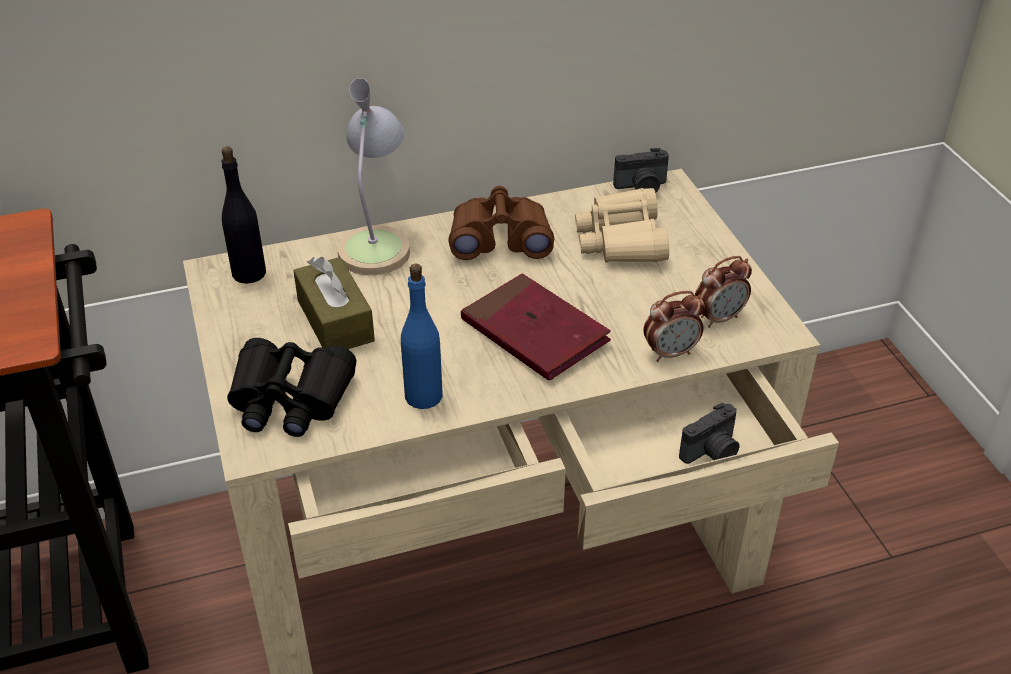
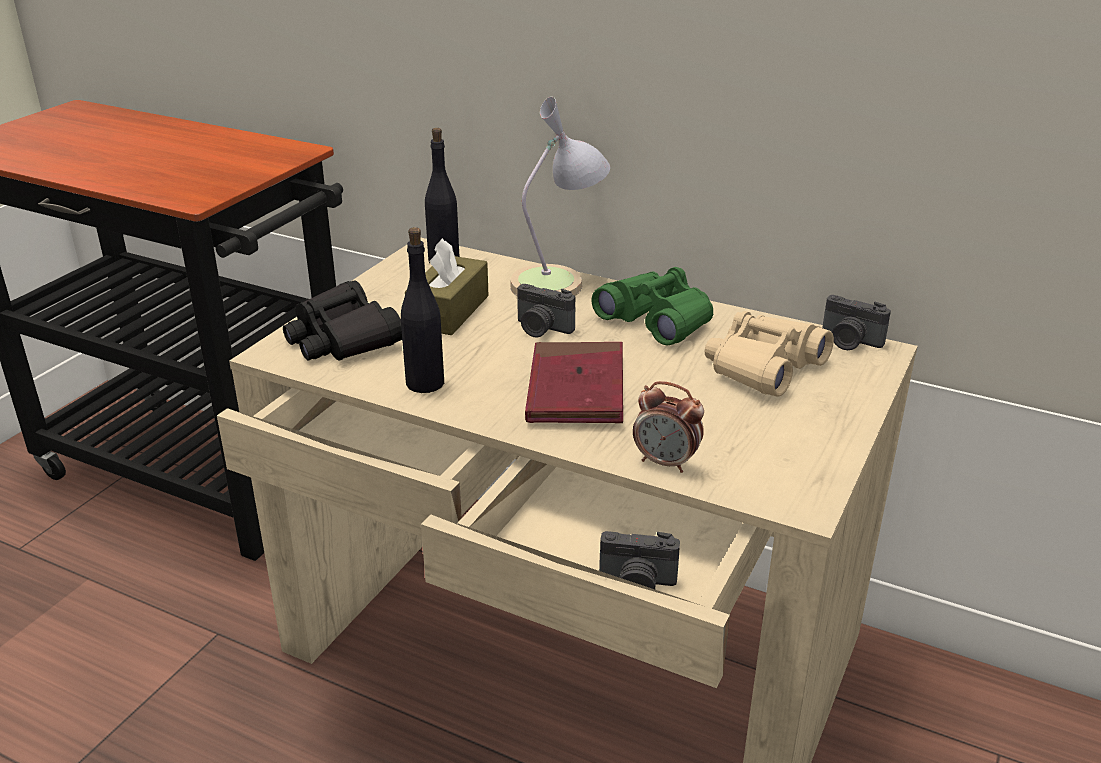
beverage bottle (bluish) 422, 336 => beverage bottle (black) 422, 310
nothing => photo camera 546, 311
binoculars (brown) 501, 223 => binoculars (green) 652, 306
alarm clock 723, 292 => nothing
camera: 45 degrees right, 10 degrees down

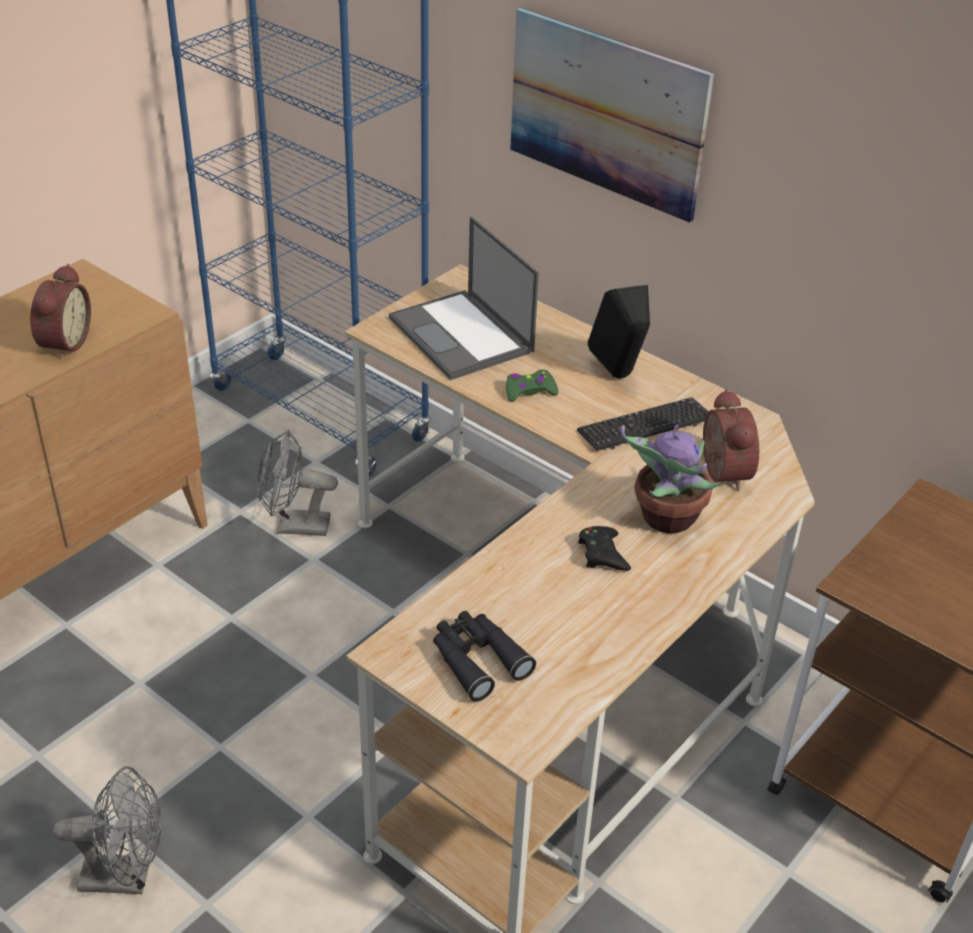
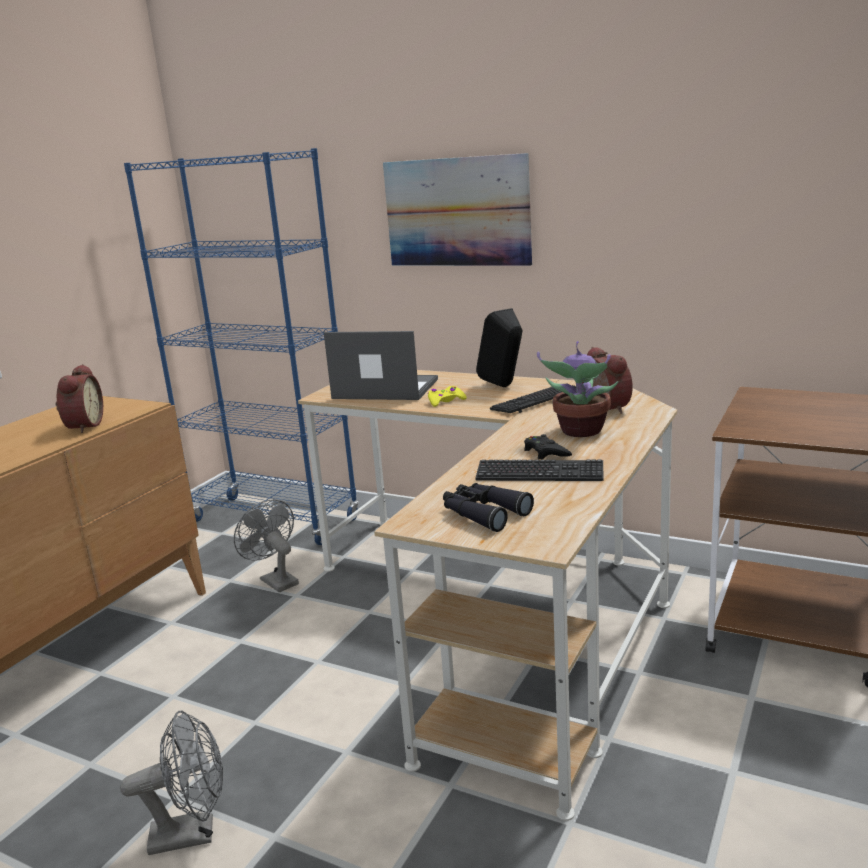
fan (greyish) 297, 483 => fan (greyish) 266, 546, 60 degrees clockwise
laptop 464, 298 => laptop 381, 365, 150 degrees clockwise
game controller (green) 532, 386 => game controller (yellowish) 447, 396
nothing => PC keyboard 539, 470
camera: 10 degrees left, 20 degrees down

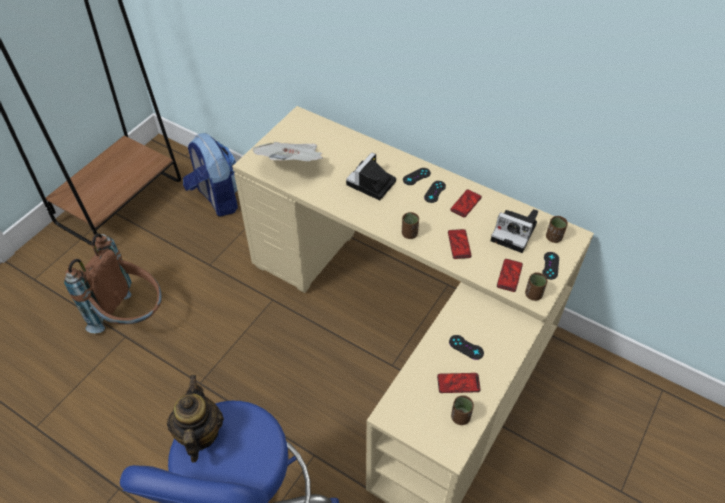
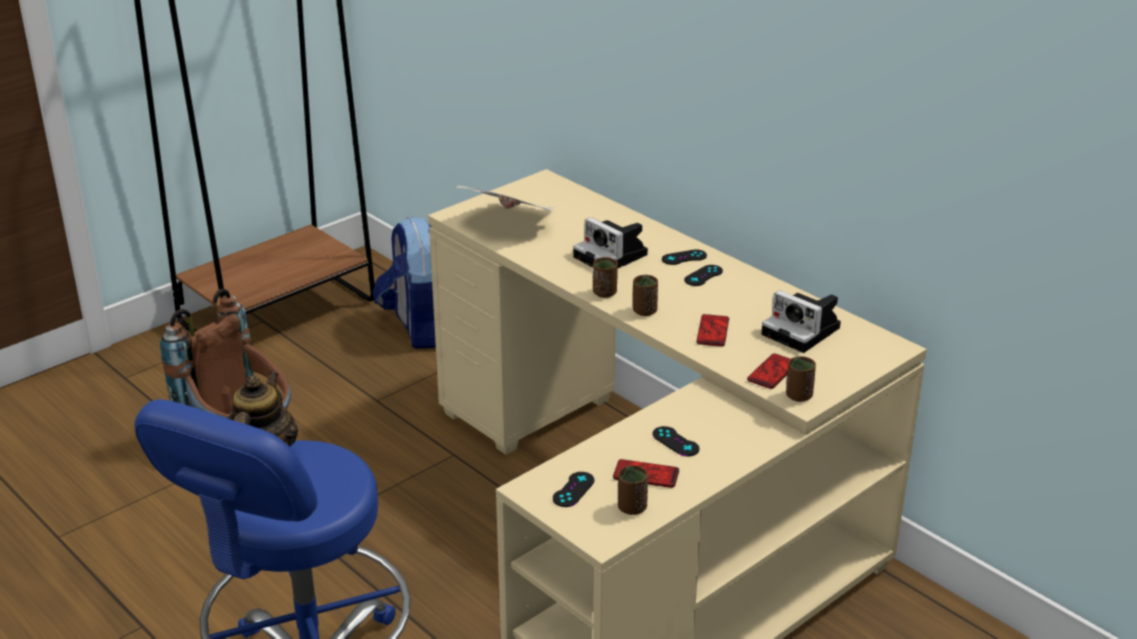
game controller (black) 550, 266 => game controller (black) 573, 489, relocated
photo camera 371, 176 => photo camera 610, 242, 90 degrees counterclockwise
cup (brown) 557, 229 => cup (brown) 605, 277, relocated
phone 466, 203 => nothing
camera: 15 degrees right, 20 degrees down

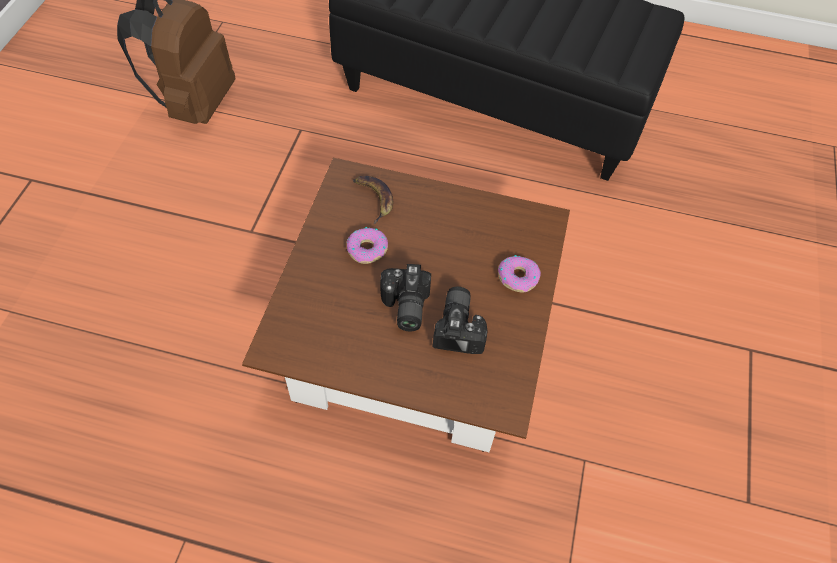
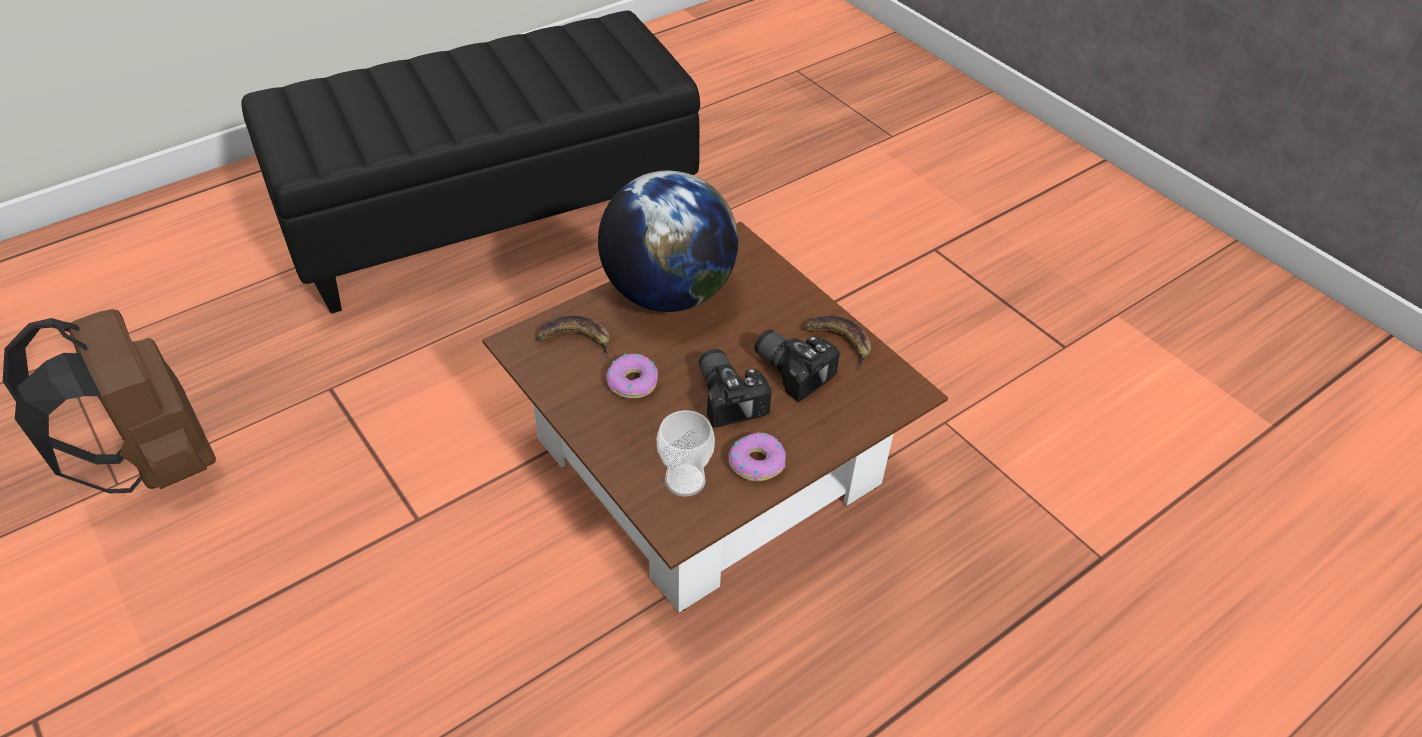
nothing => desk globe 668, 241
nothing => cup 686, 453
photo camera 405, 297 => photo camera 735, 388, 150 degrees counterclockwise
ring doughnut 519, 274 => ring doughnut 757, 457, relocated
nothing => banana fruit 837, 342
camera: 50 degrees left, 10 degrees down

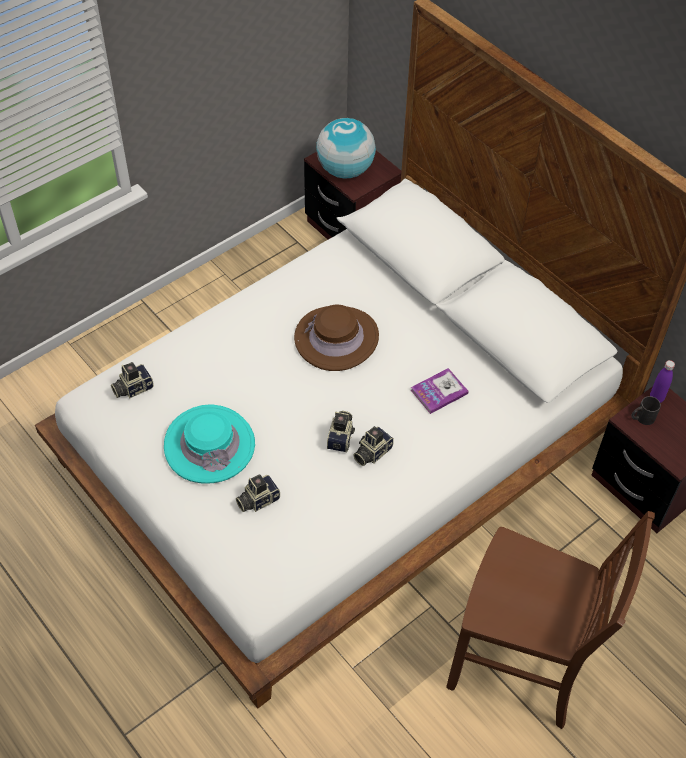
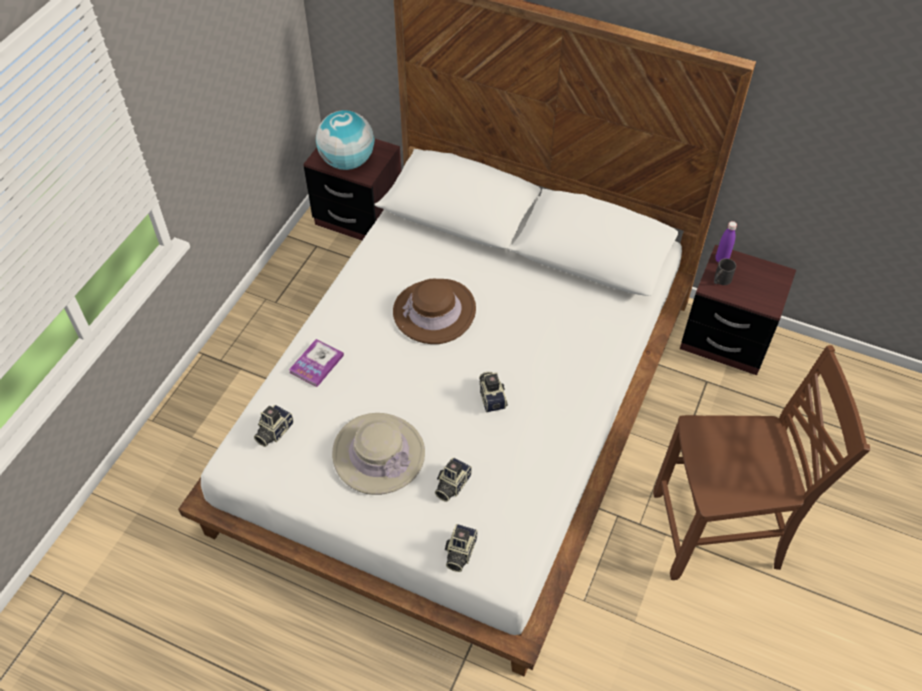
volume 440, 391 => volume 316, 363, relocated
hat (blue-green) 209, 444 => hat (sand-coloured) 378, 454
photo camera 373, 446 => photo camera 461, 548, relocated
camera: 25 degrees left, 0 degrees up

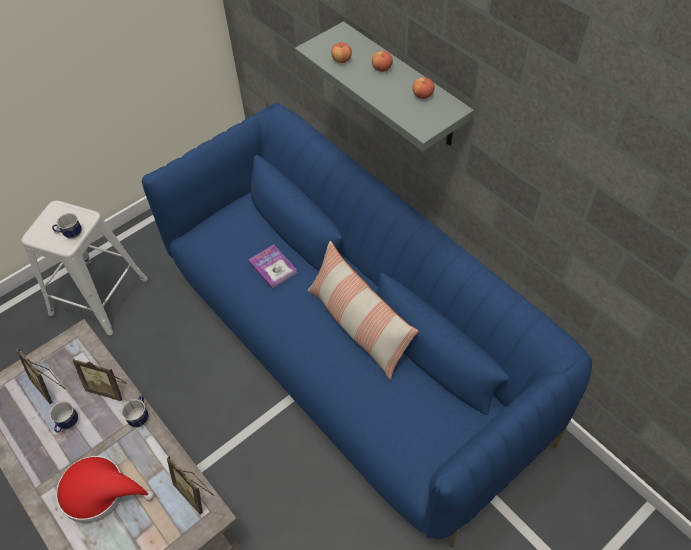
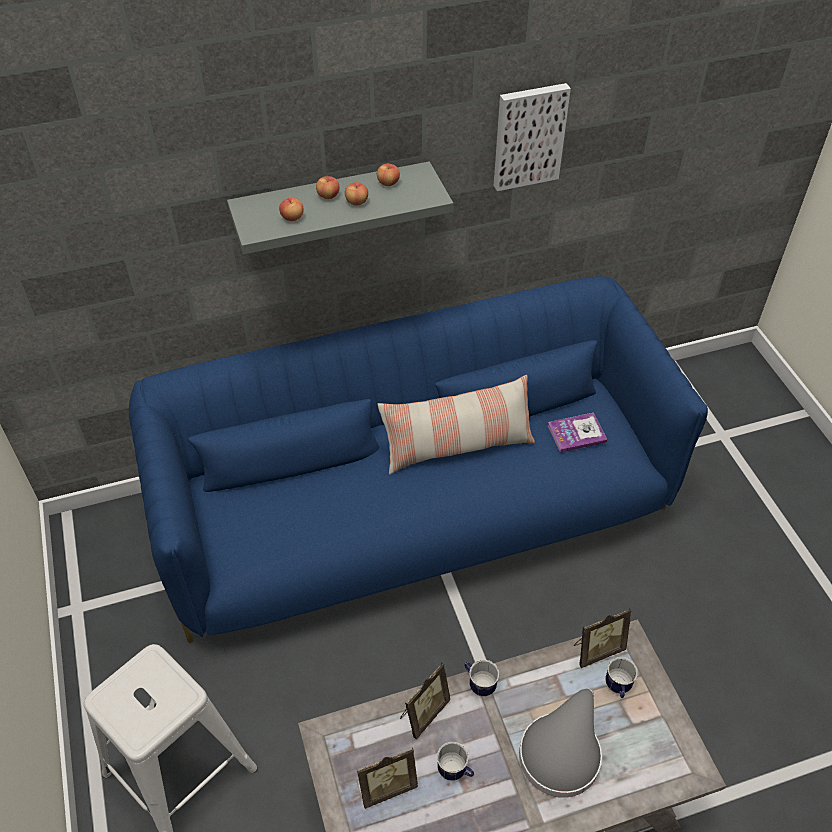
nothing => apple 356, 194
nothing => wall art 532, 137
hat (red) 105, 489 => hat (greyish) 560, 743
volume 272, 266 => volume 577, 433, relocated
mug 67, 226 => mug 621, 677, relocated
camera: 70 degrees left, 5 degrees down

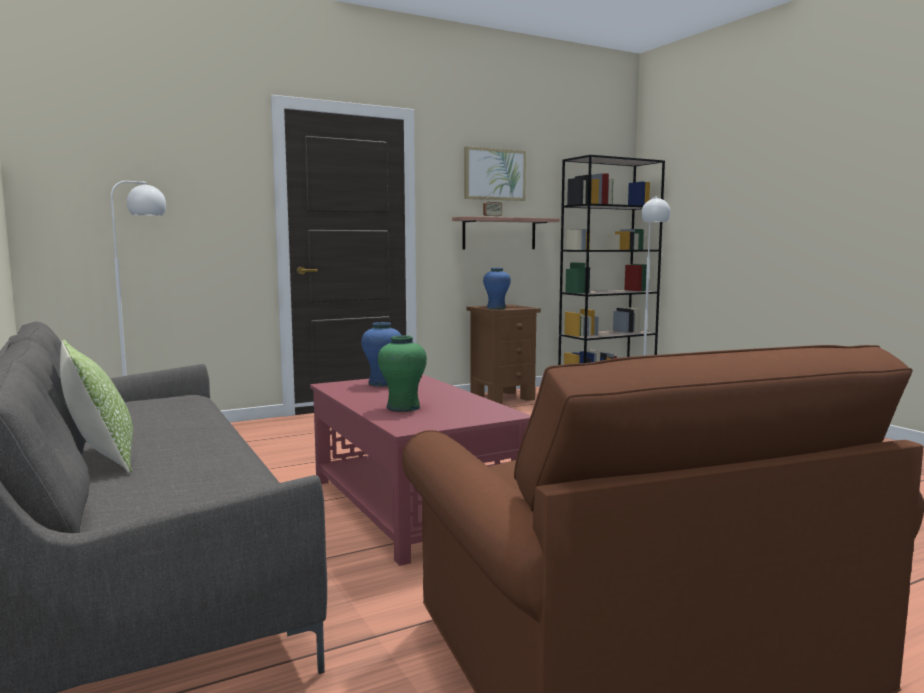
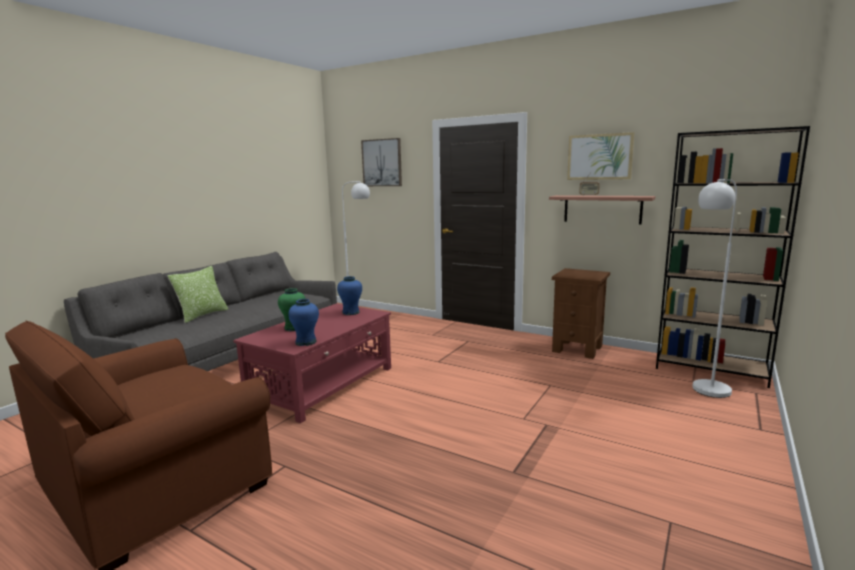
decorative vase (bluish) 497, 288 => decorative vase (bluish) 304, 322, relocated
nothing => wall art 381, 162
camera: 60 degrees right, 5 degrees up

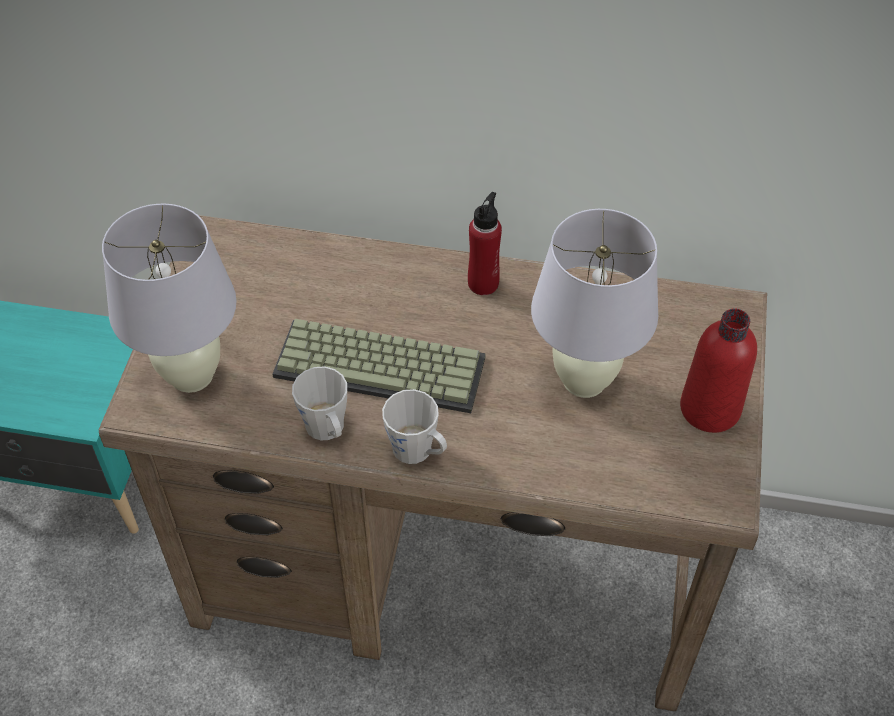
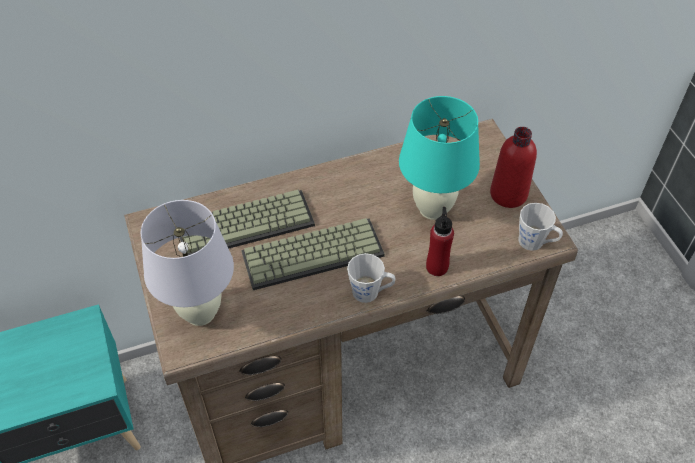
nothing => PC keyboard 247, 222
lamp for a table (white) 594, 303 => lamp for a table (blue-green) 439, 158
beverage bottle (red) 485, 243 => beverage bottle (red) 440, 241, relocated
mug (greyish) 319, 403 => mug (greyish) 540, 227, relocated
camera: 30 degrees left, 0 degrees up

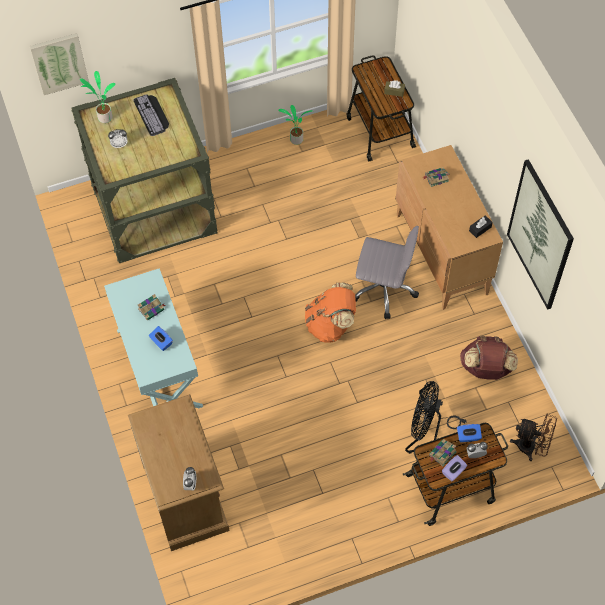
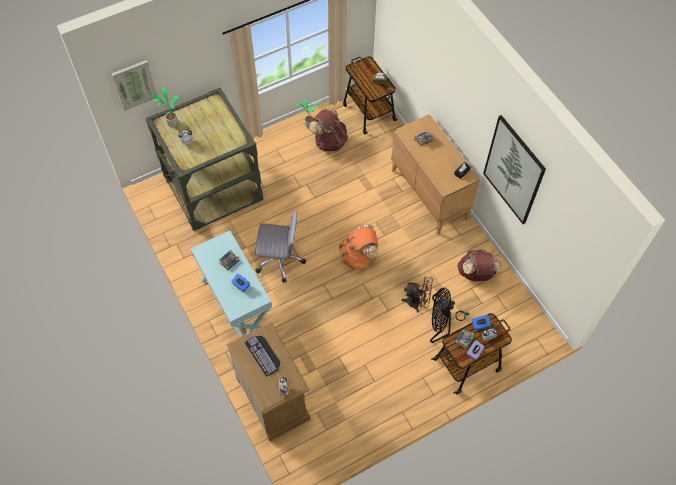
PC keyboard 151, 115 => PC keyboard 262, 356, relocated
computer chair (greyish) 387, 272 => computer chair (greyish) 280, 247, relocated
nothing => backpack (brown) 328, 129
fan (brown) 533, 437 => fan (brown) 417, 294, relocated
camera: 10 degrees left, 0 degrees up

